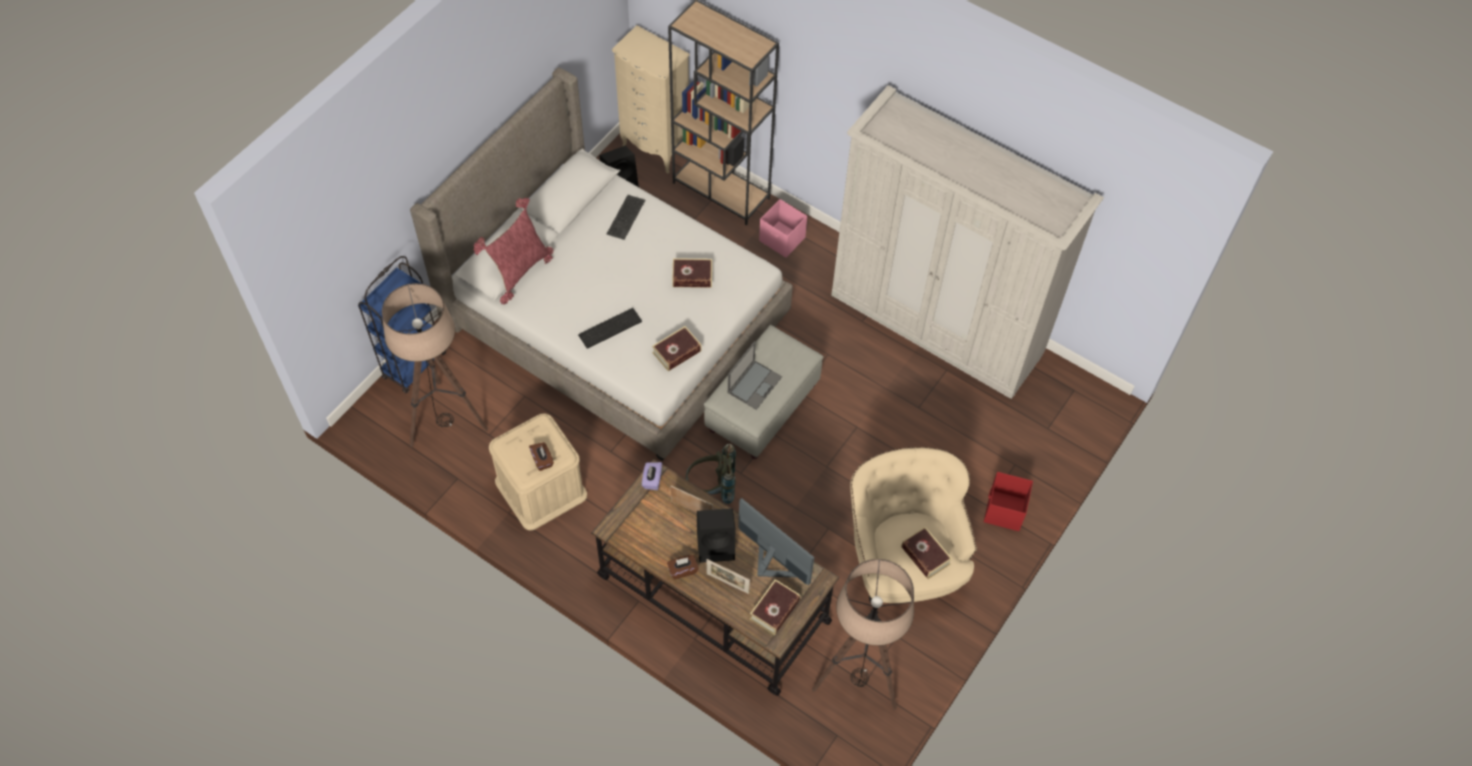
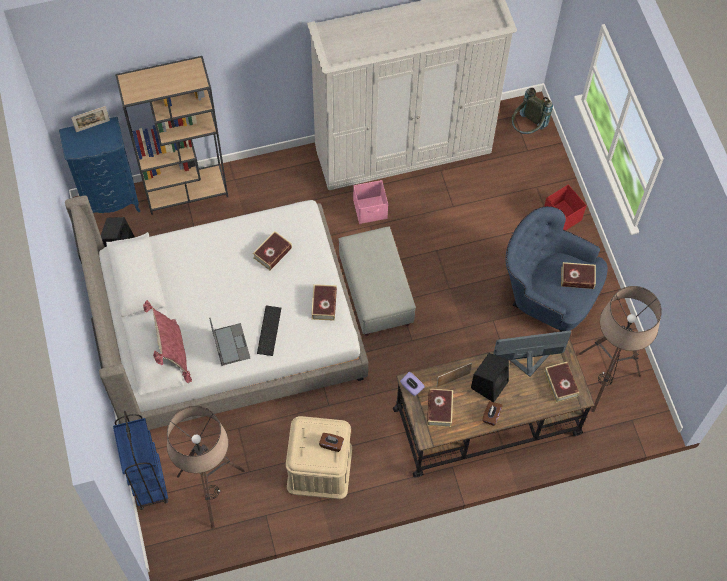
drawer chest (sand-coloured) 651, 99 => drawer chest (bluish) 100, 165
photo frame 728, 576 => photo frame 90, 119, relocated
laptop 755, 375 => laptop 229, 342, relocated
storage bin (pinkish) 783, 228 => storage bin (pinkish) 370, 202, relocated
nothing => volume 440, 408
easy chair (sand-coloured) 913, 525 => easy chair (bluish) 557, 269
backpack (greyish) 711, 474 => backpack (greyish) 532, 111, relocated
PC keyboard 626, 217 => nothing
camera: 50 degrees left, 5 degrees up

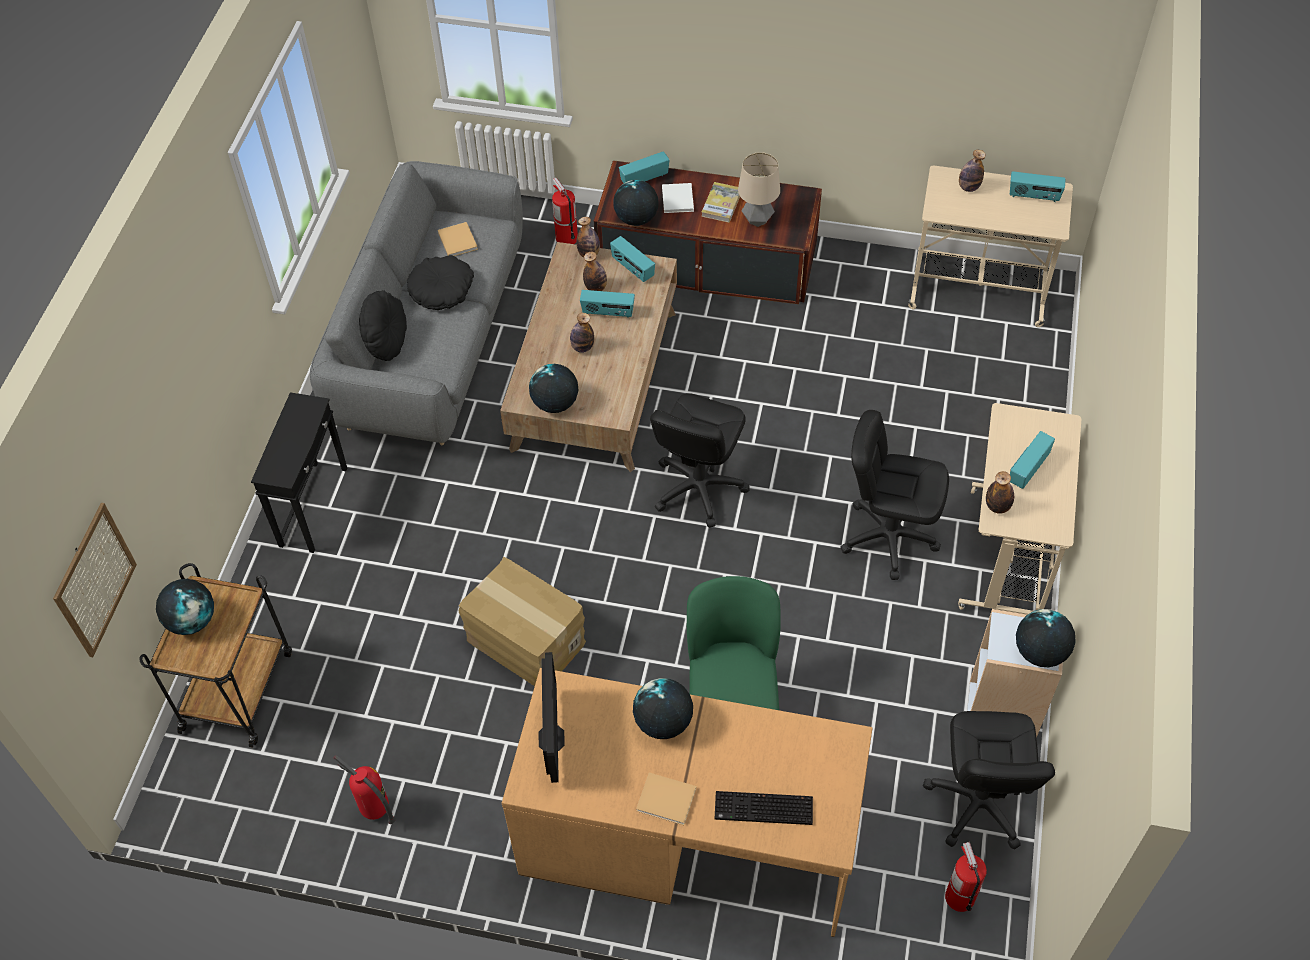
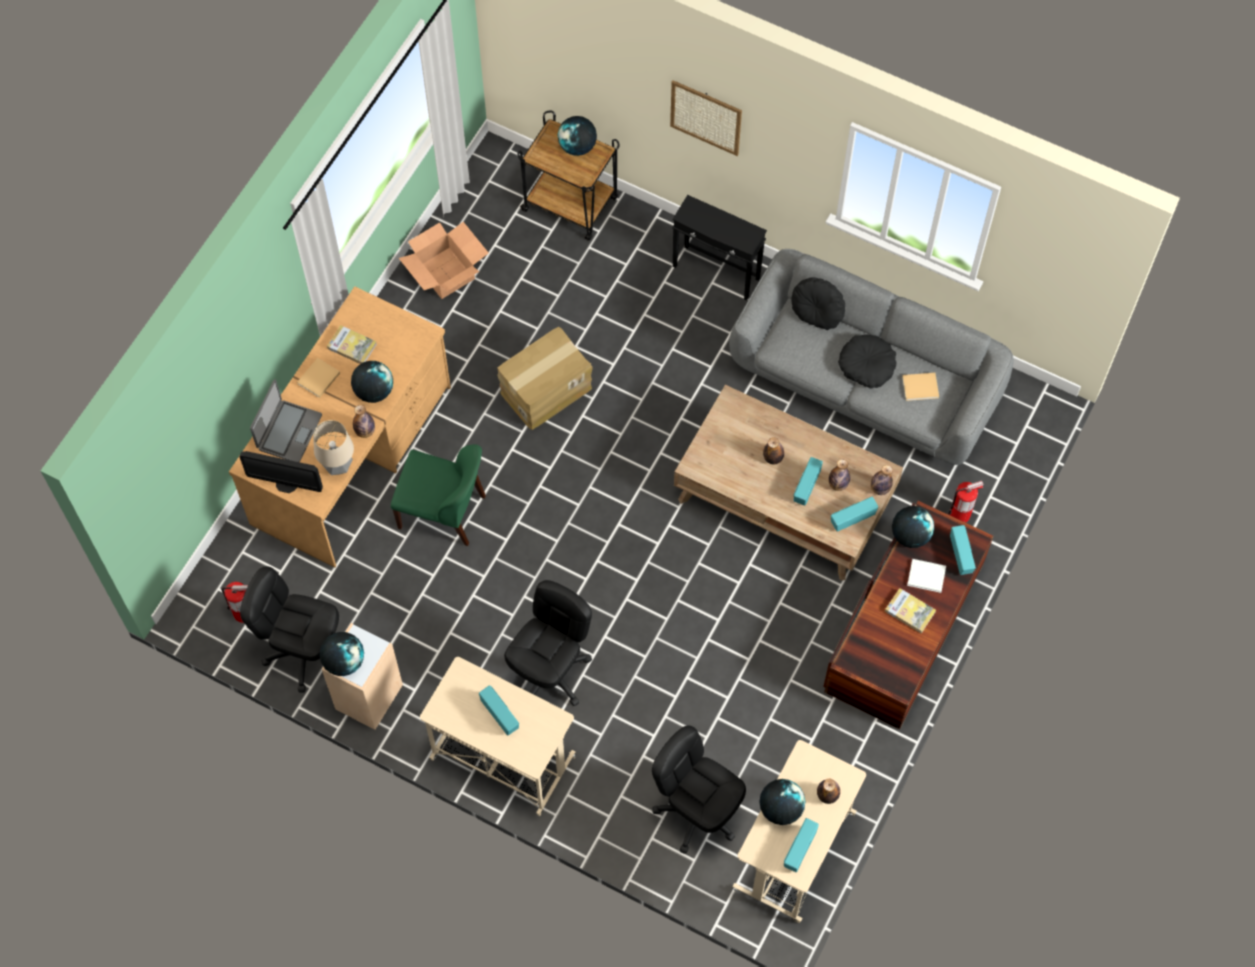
computer display 552, 717 => computer display 281, 472, relocated
PC keyboard 764, 808 => laptop 286, 420
lamp for a table 759, 189 => lamp for a table 333, 447, relocated
nothing => volume 352, 344
beverage bottle 1000, 492 => beverage bottle 364, 421, relocated
fire-fighting cylinder 364, 789 => carton 444, 260
computer chair (black) 699, 460 => computer chair (black) 699, 789, relocated
wall art 95, 580 => wall art 706, 118, relocated
desk globe 553, 388 => desk globe 782, 802, relocated
camera: 105 degrees right, 10 degrees up

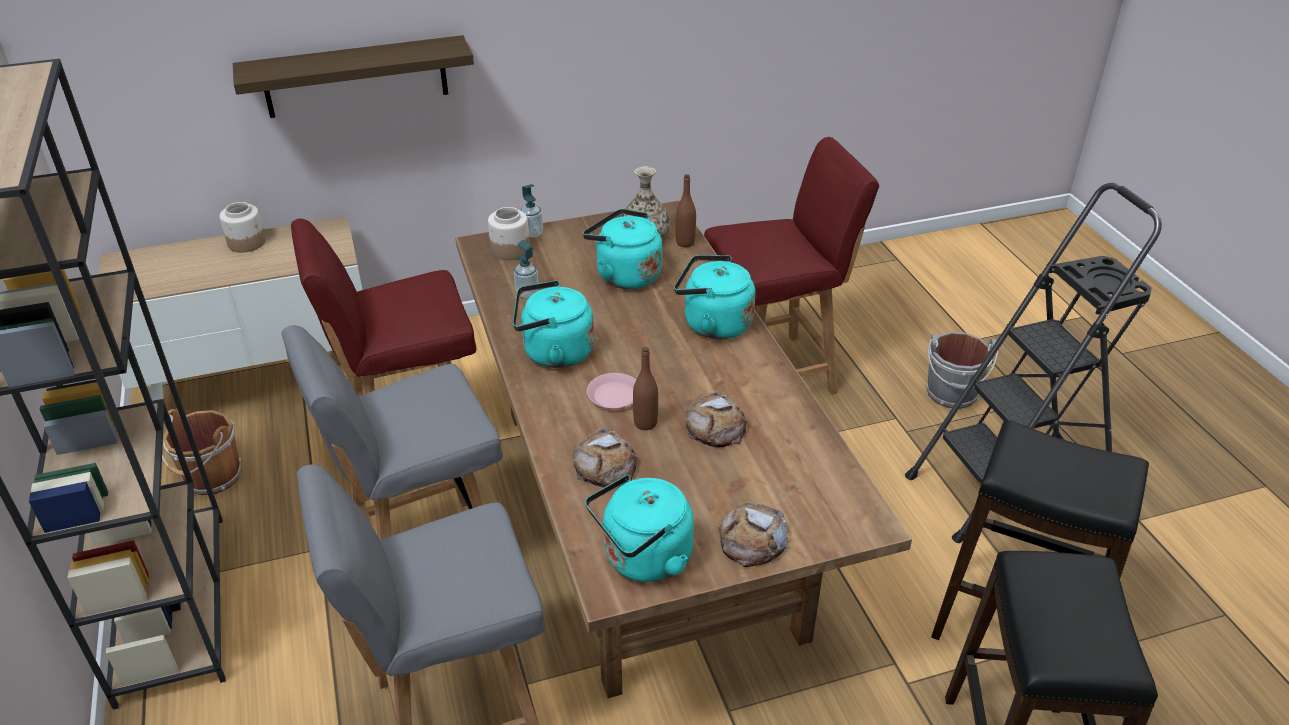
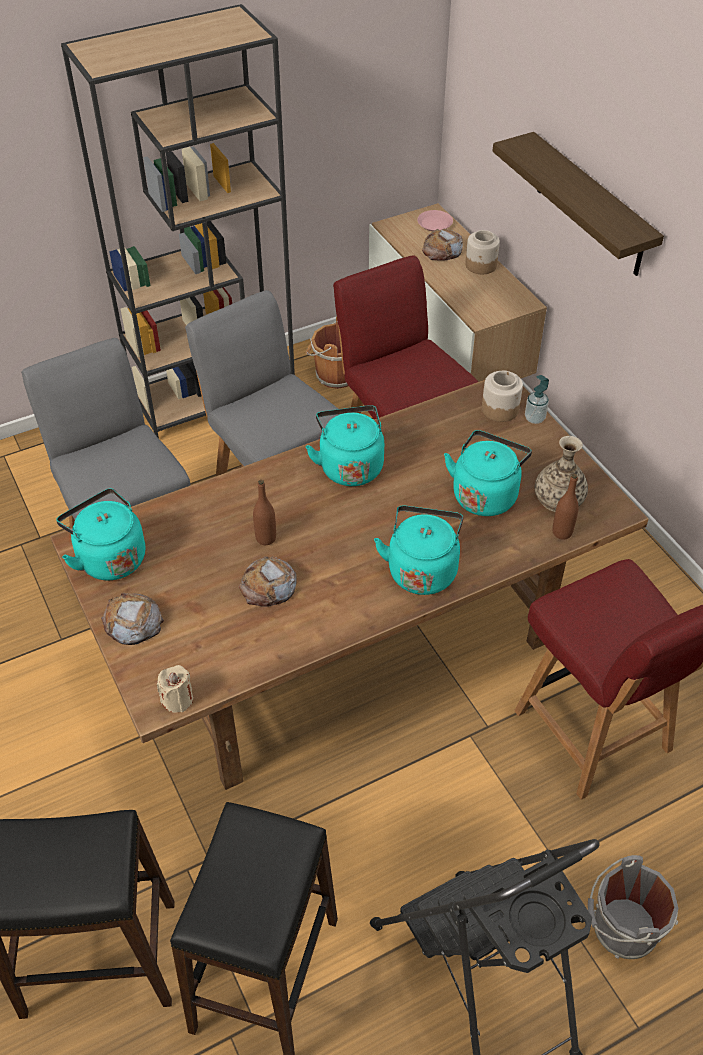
nothing => wax light (sand-coloured) 175, 689
dinner plate (pinkish) 611, 391 => dinner plate (pinkish) 435, 220, relocated
bakery bread 605, 457 => bakery bread 442, 245, relocated
soap bottle 526, 269 => nothing
camera: 80 degrees right, 10 degrees up

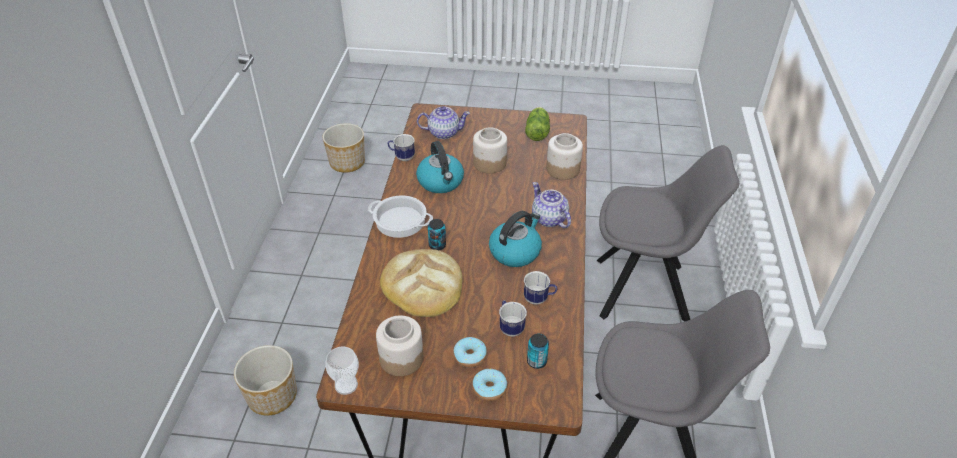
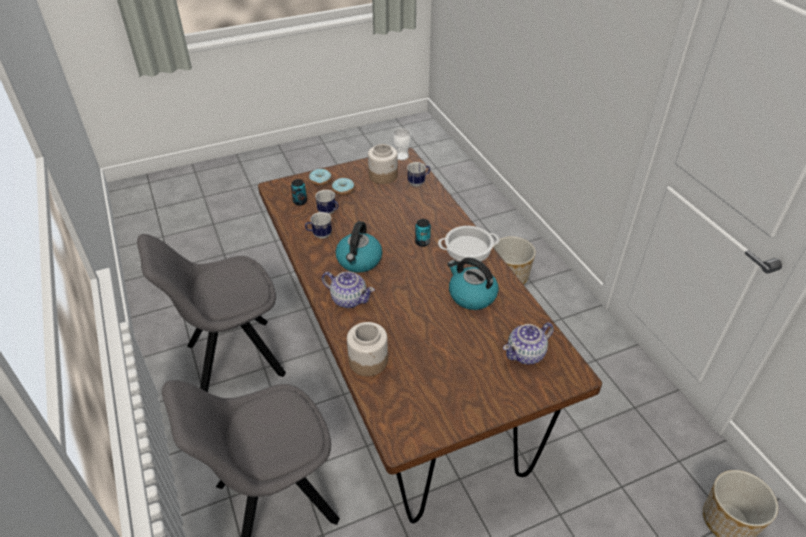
mug 401, 147 => mug 418, 174, relocated
bakery bread 421, 283 => nothing
preserve jar 490, 150 => nothing
head of lettuce 537, 124 => nothing
camera: 150 degrees right, 0 degrees up

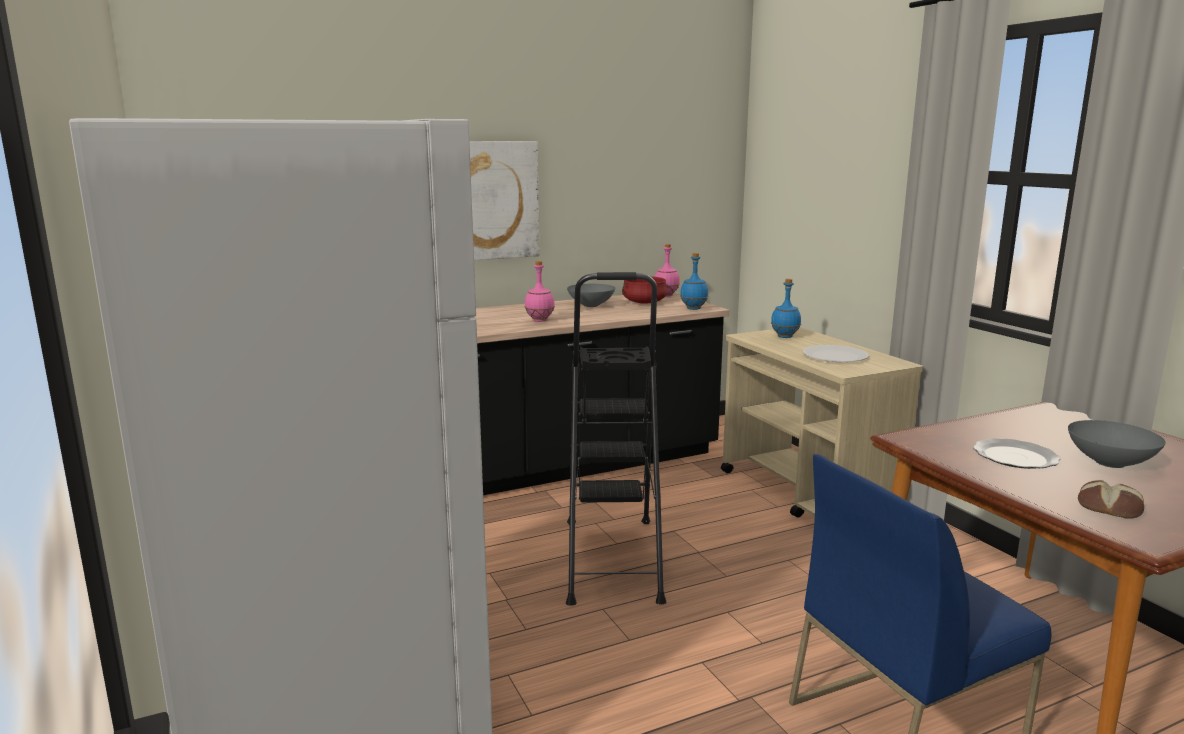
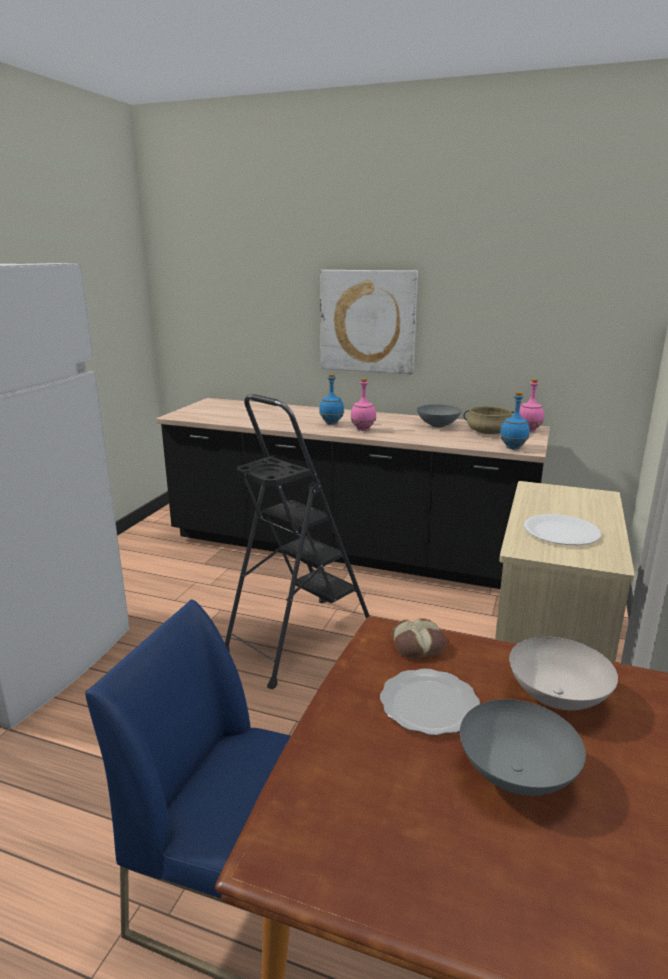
beverage bottle (bluish) 786, 308 => beverage bottle (bluish) 331, 399, relocated
bakery bread 1111, 499 => bakery bread 419, 638, relocated
cooking pot (red) 645, 290 => cooking pot (sand-coloured) 488, 420
nothing => deep dish (white) 563, 673
camera: 45 degrees right, 5 degrees up

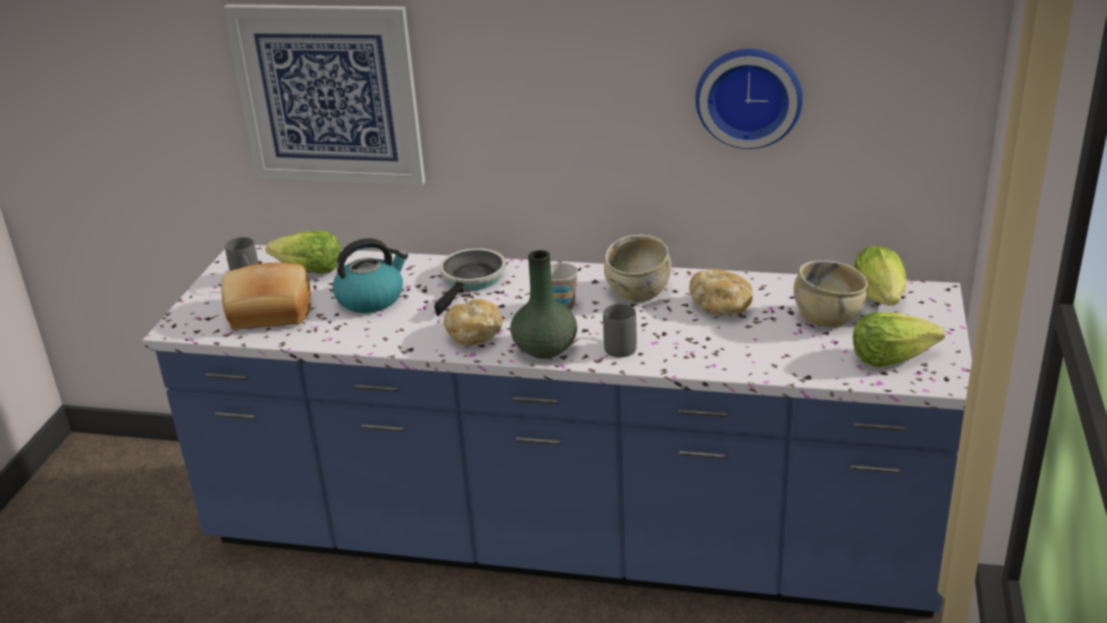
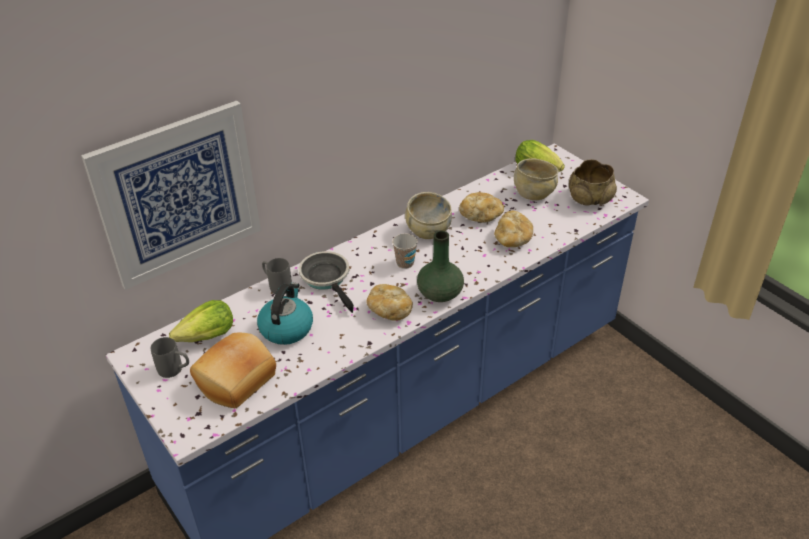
mug (greyish) 620, 330 => mug (greyish) 277, 276, relocated
nothing => bakery bread 513, 229
head of lettuce 899, 339 => deep dish (sand-coloured) 593, 182
hanging clock 749, 99 => nothing
camera: 50 degrees left, 10 degrees up

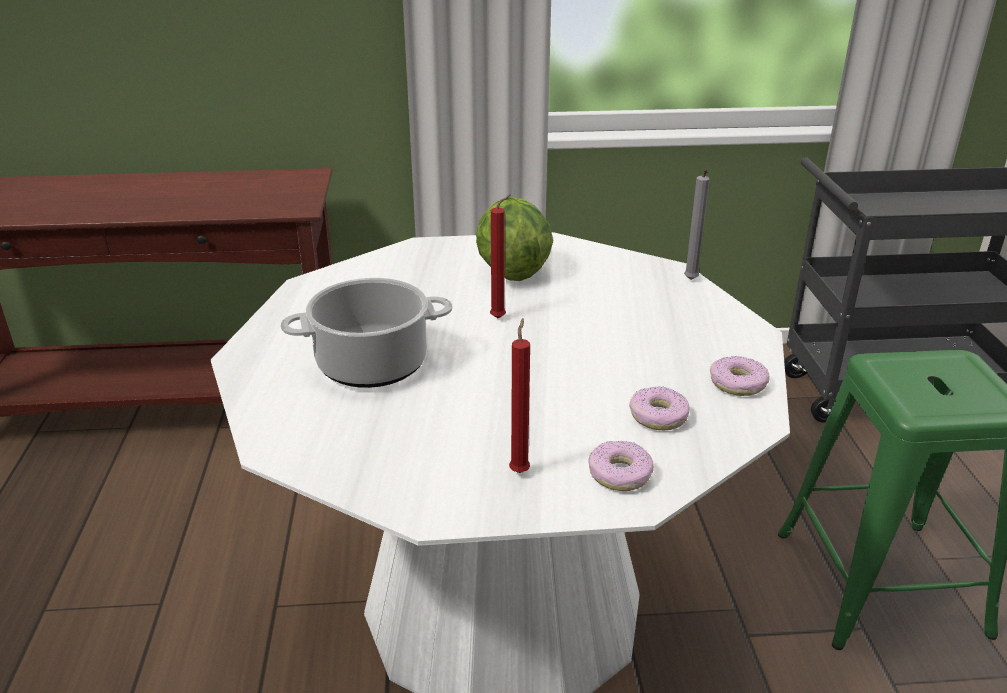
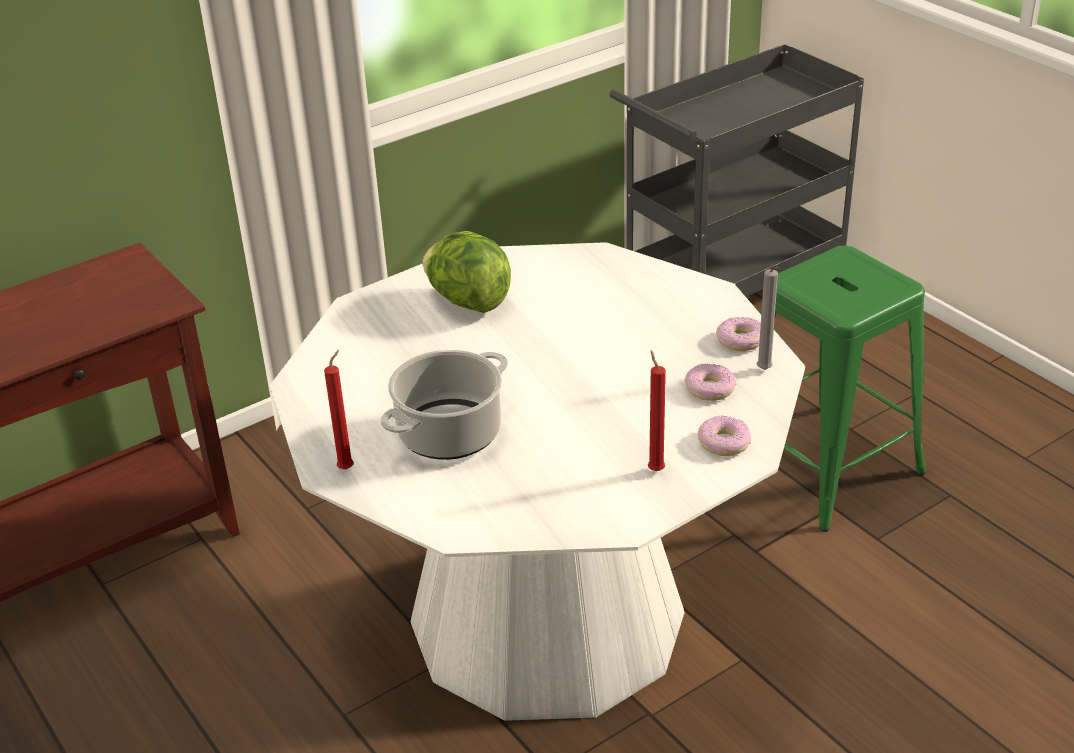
wax light (red) 500, 256 => wax light (red) 339, 409, relocated
wax light (greyish) 697, 225 => wax light (greyish) 768, 318, relocated
camera: 30 degrees left, 5 degrees up

